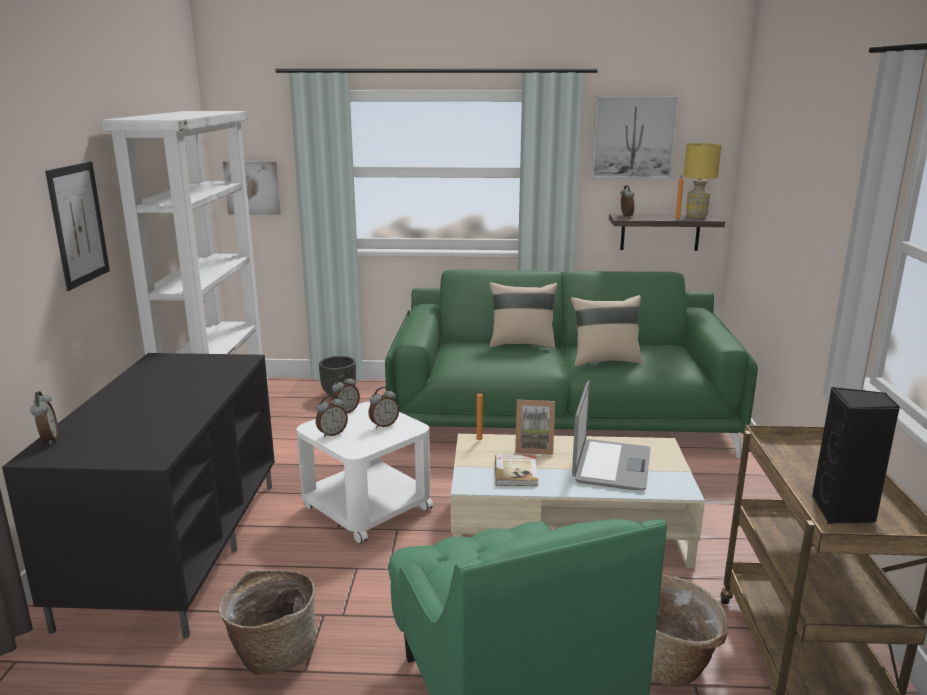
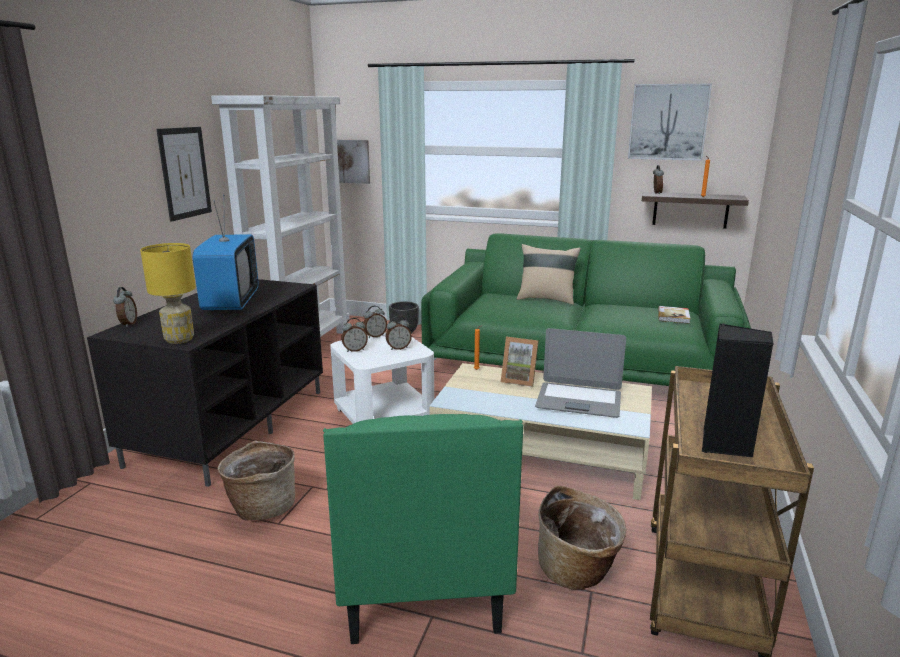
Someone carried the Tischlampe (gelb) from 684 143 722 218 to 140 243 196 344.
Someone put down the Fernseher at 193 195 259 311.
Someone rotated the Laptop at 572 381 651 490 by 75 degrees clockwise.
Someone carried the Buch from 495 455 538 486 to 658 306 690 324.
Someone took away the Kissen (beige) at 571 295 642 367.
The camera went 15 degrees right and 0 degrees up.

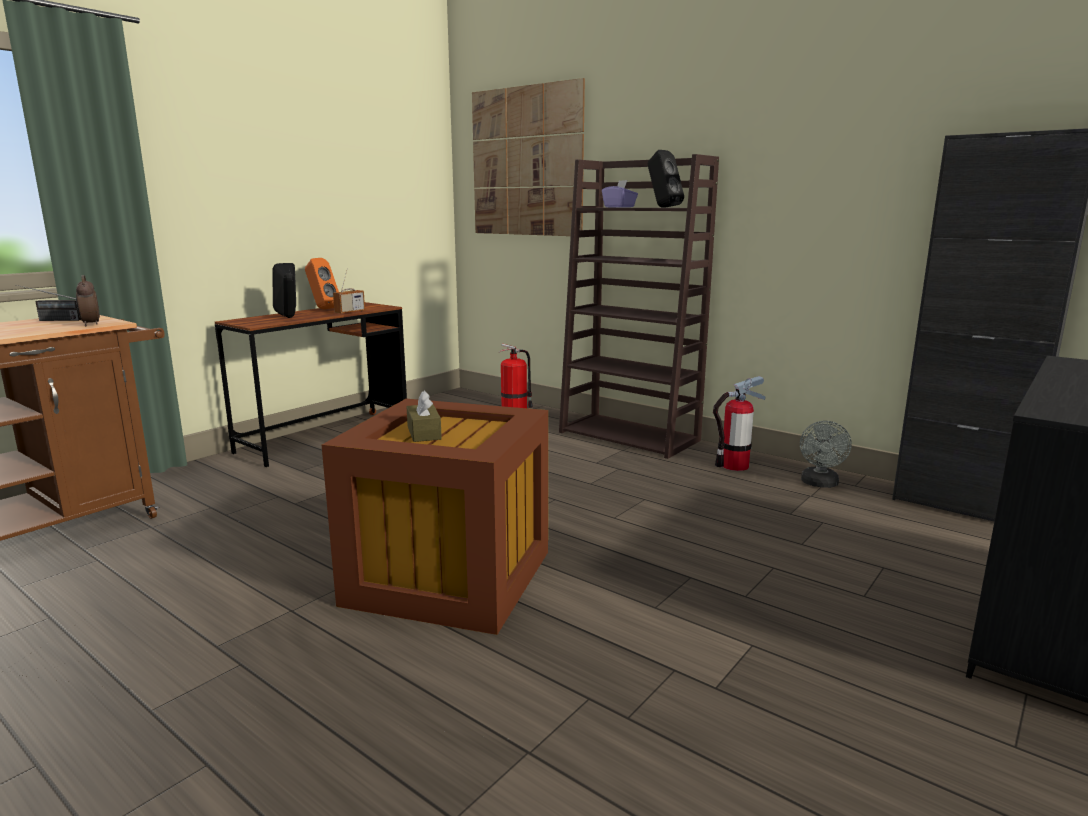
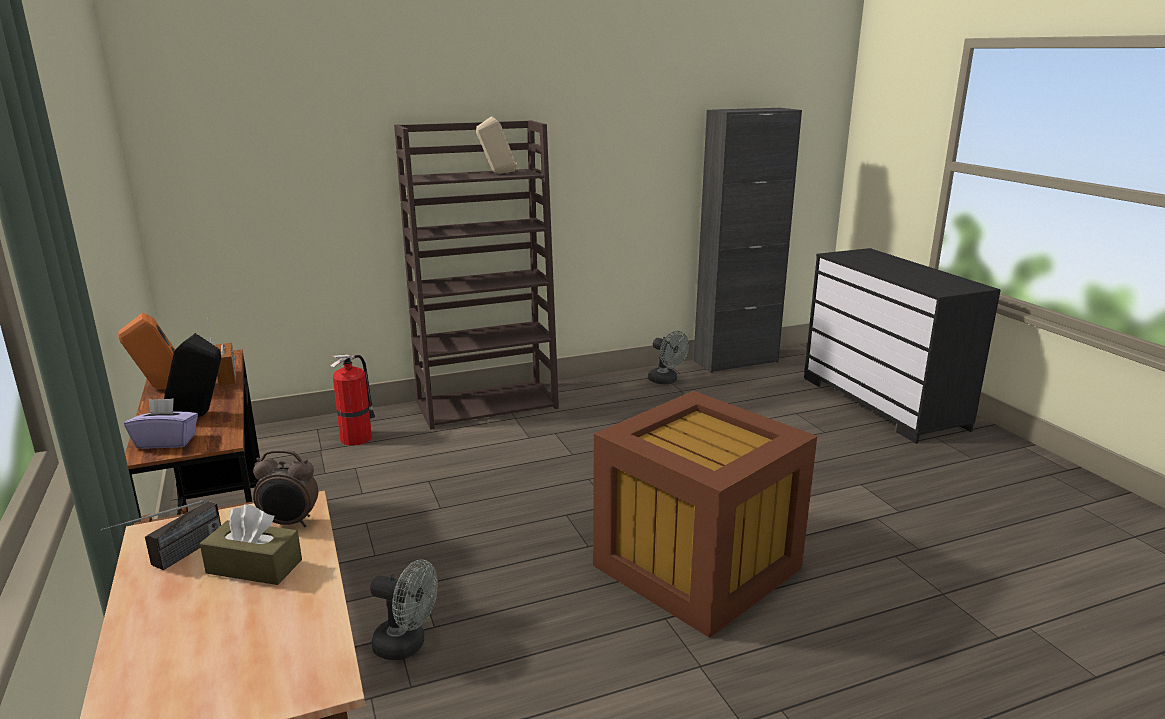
Someone carried the Taschentuchbox (lila) from 602 180 638 208 to 124 398 198 449.
Someone carried the Taschentuchbox (braun) from 406 390 442 442 to 200 504 302 585.
Someone put down the Ventilator (grau) at 370 560 438 660.
Someone repainted the Lautsprecher (schwarz) at 648 150 684 208, which became the Lautsprecher (beige) at 476 116 517 174.
Someone took away the Bild at 472 78 585 236.
Someone took away the Feuerlöscher at 713 376 765 471.
The camera went 60 degrees left and 5 degrees up.

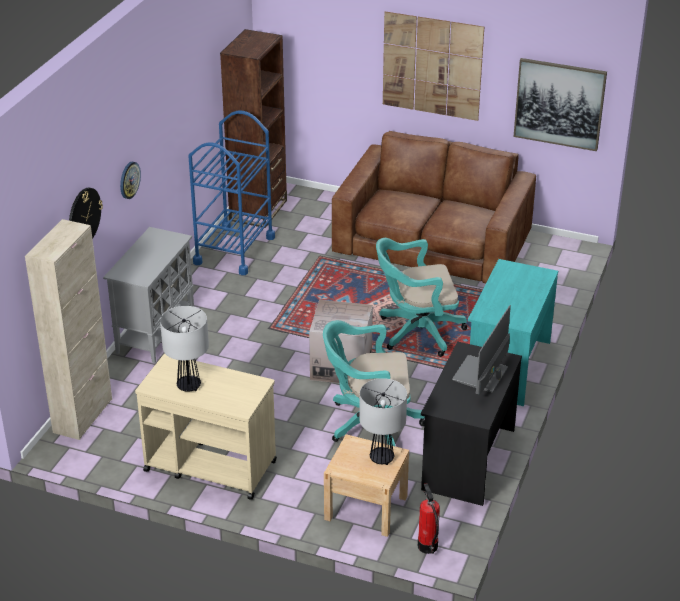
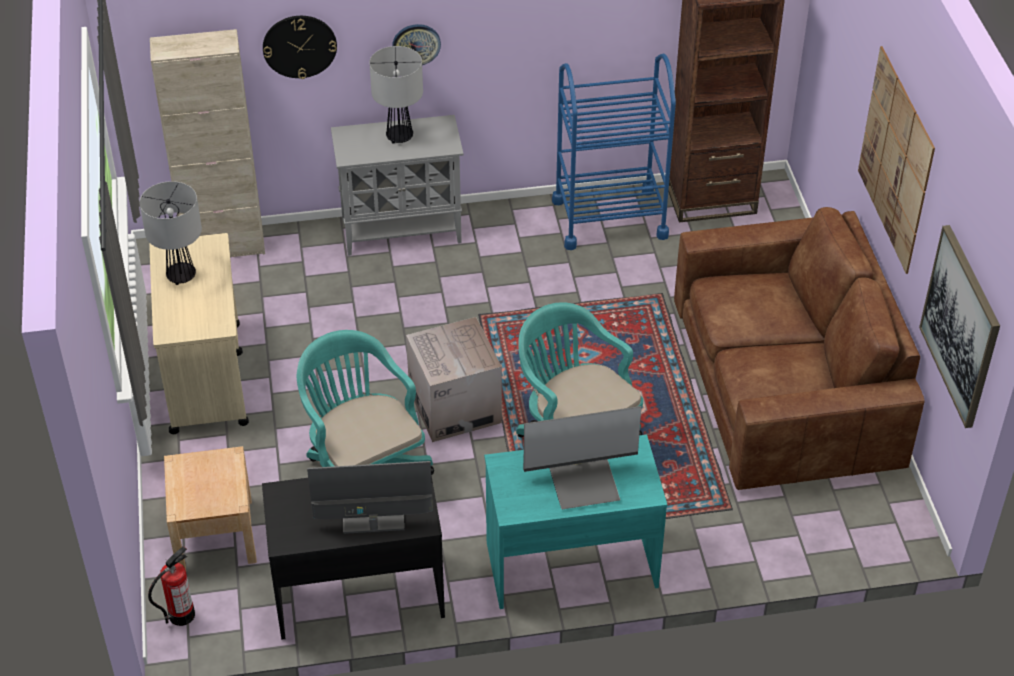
Someone carried the Tischlampe from 359 378 407 465 to 369 46 423 144.
Someone put down the Monitor at 523 406 642 509.
The camera went 60 degrees right and 10 degrees up.

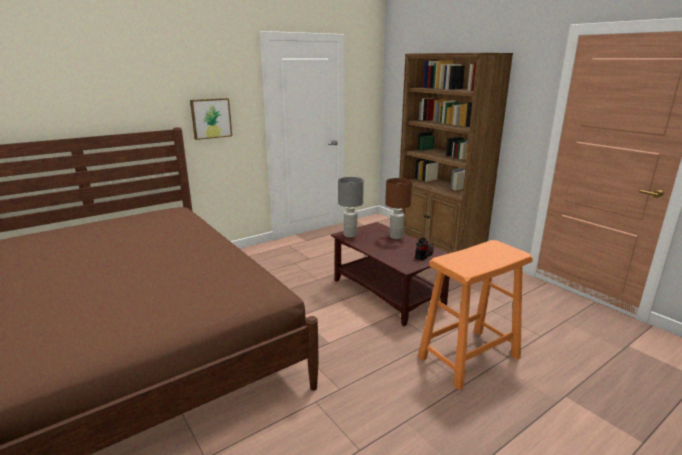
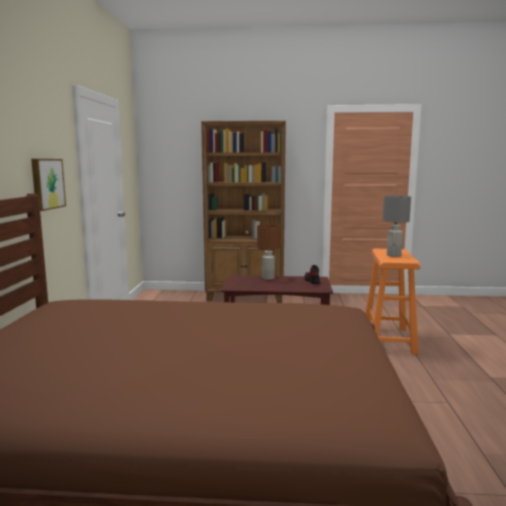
Someone carried the Tischlampe (grau) from 338 177 364 237 to 383 196 411 257.
The camera went 50 degrees left and 10 degrees down.

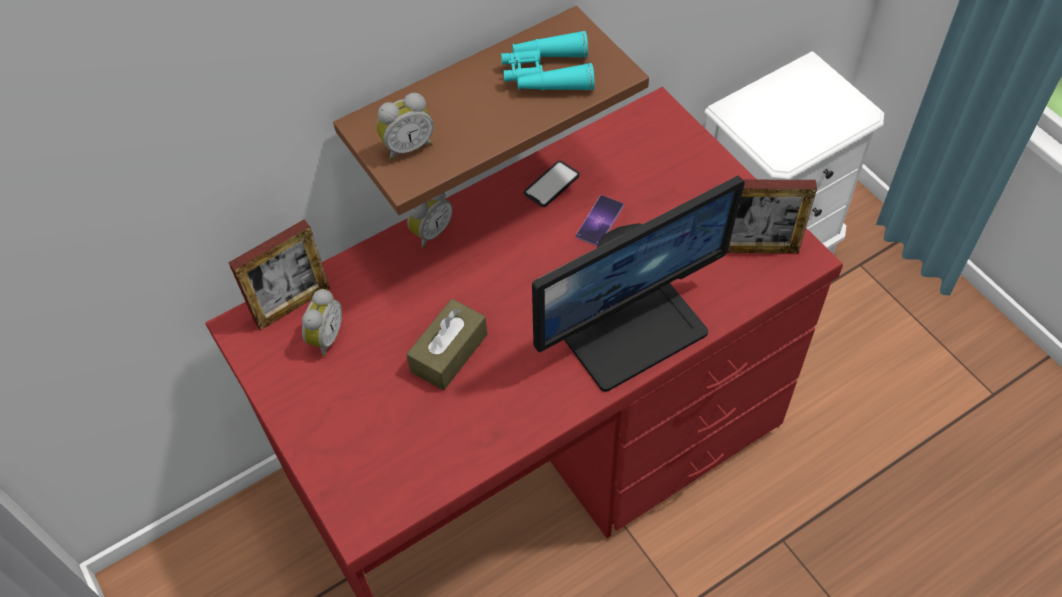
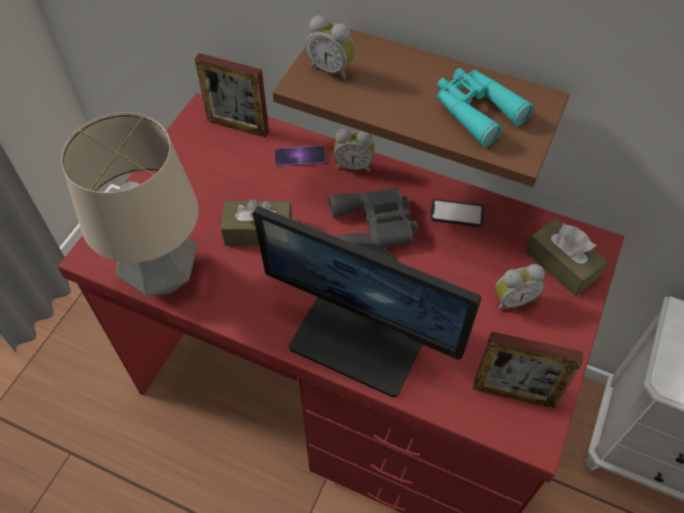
Someone put down the Tischlampe at 61 112 199 296.
Someone carried the Handy from 576 195 624 246 to 275 146 325 167.
Someone put down the Fernglas (grau) at 328 188 418 248.
Someone rotated the Bilderrahmen at 727 180 817 253 by 45 degrees counterclockwise.
Someone carried the Wecker from 302 289 342 356 to 495 264 545 310.
Someone put down the Taschentuchbox (braun) at 526 218 608 296.
The camera went 55 degrees right and 0 degrees up.

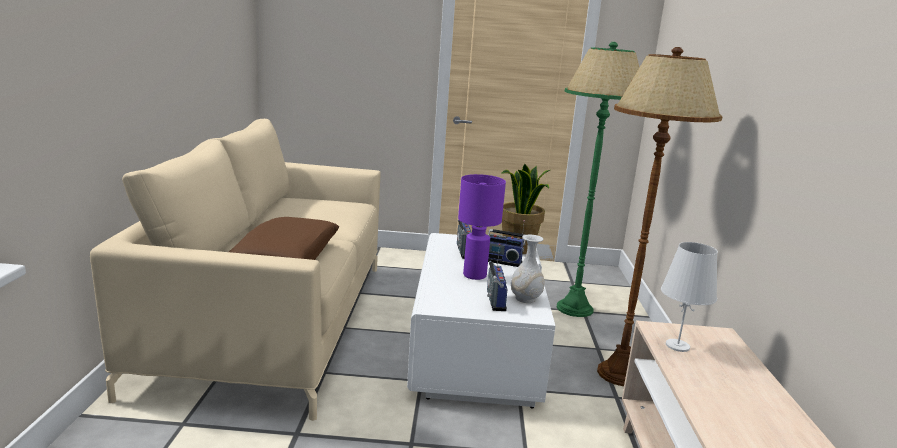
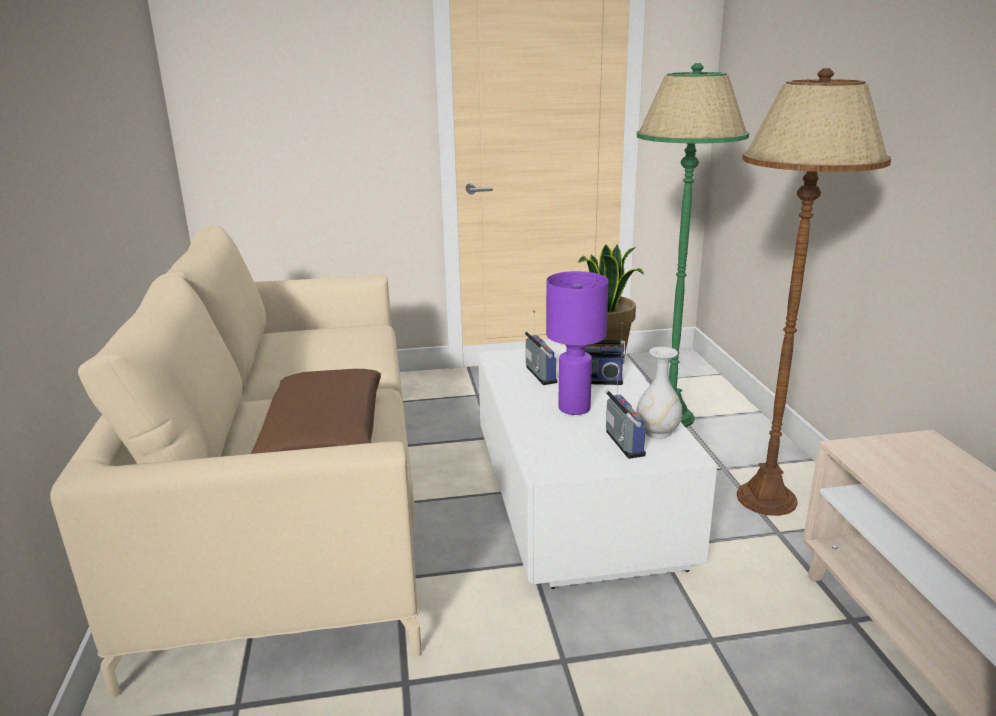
Someone took away the Tischlampe (weiß) at 661 242 718 352.
The camera went 10 degrees left and 5 degrees up.

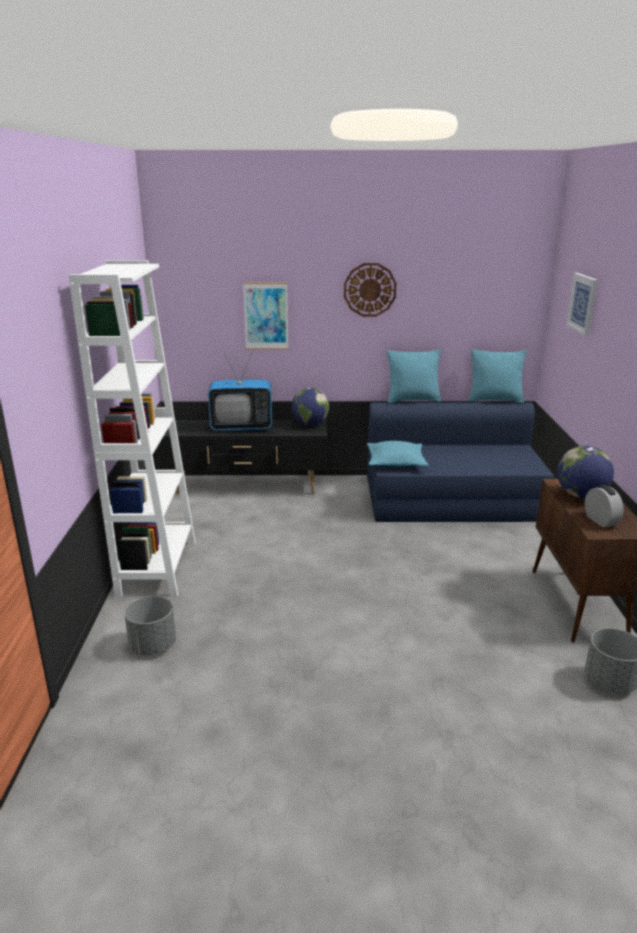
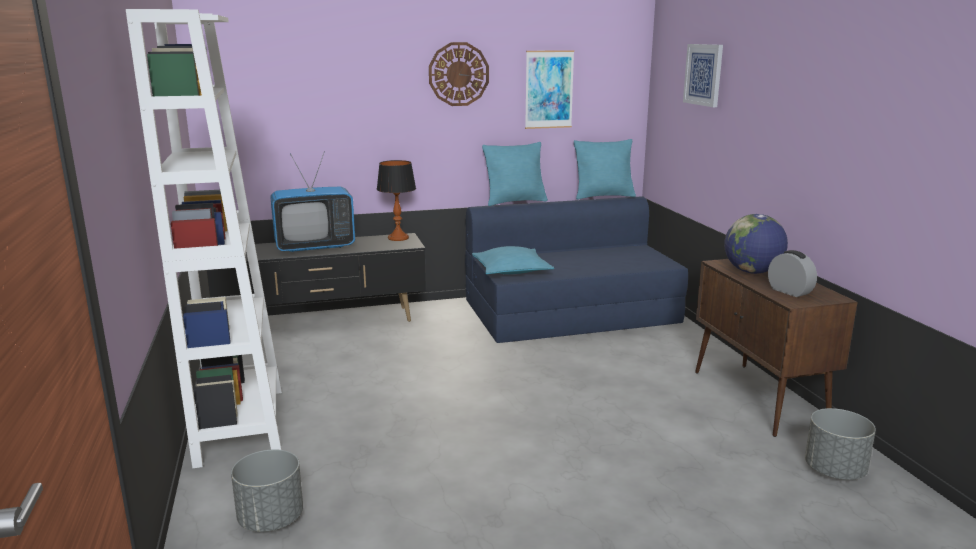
Someone swapped the Globus at 292 388 329 426 for the Tischlampe at 377 160 416 241.
Someone carried the Bild from 243 283 288 349 to 525 50 574 129.
The camera went 15 degrees left and 5 degrees down.

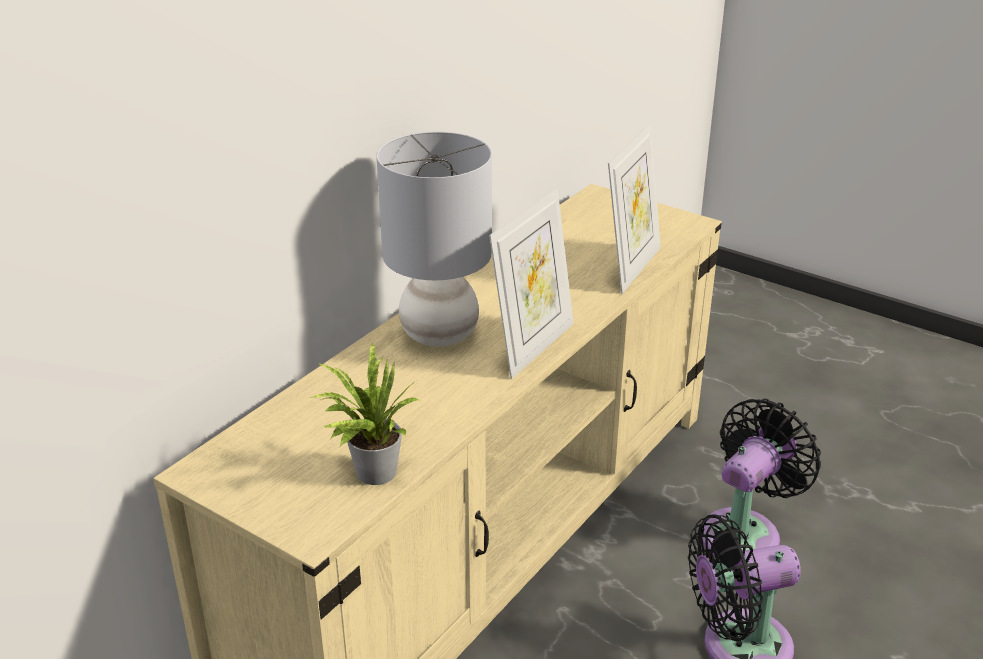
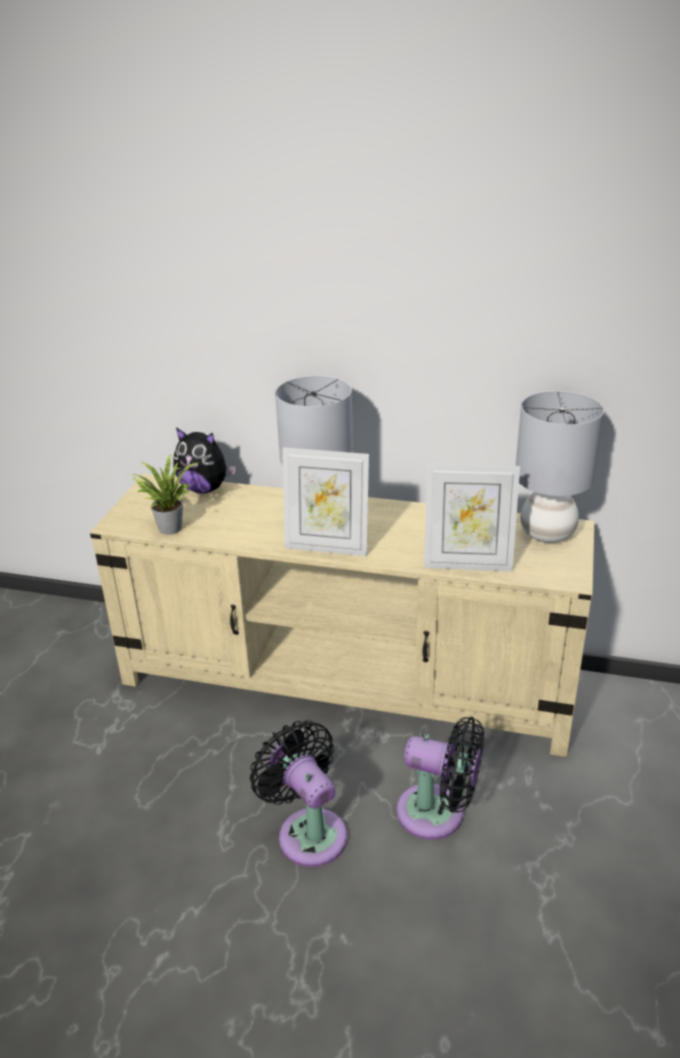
Someone put down the Plüschtier at 173 427 236 494.
Someone put down the Tischlampe (grau) at 516 391 604 543.
The camera went 70 degrees right and 0 degrees up.

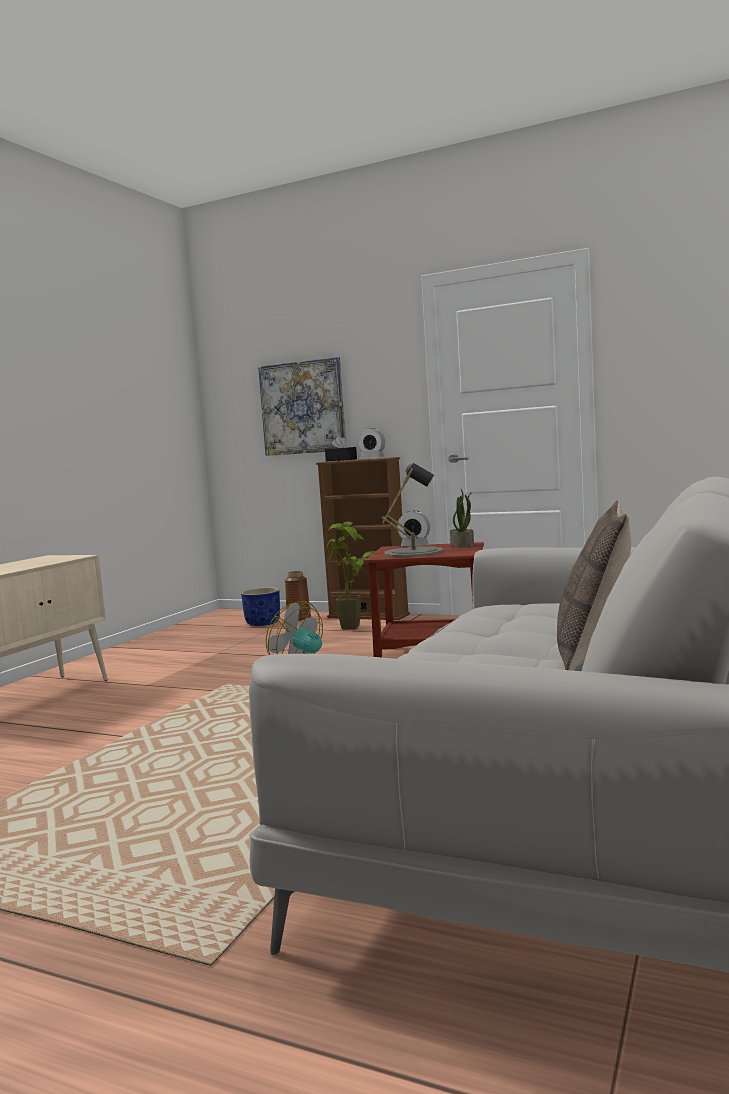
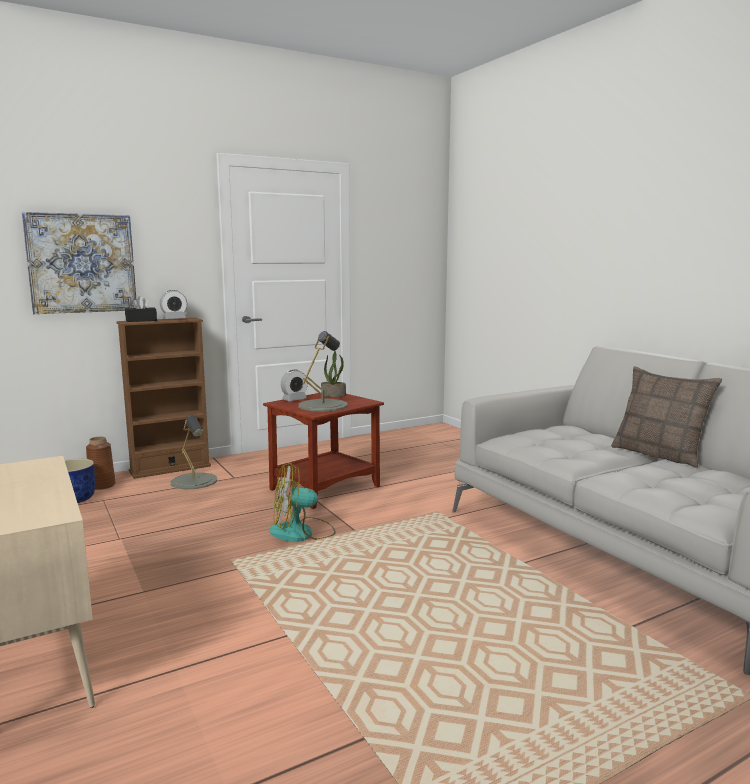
Someone swapped the Topfpflanze at 327 521 375 630 for the Tischlampe (grau) at 170 415 217 489.
The camera went 55 degrees left and 5 degrees up.

